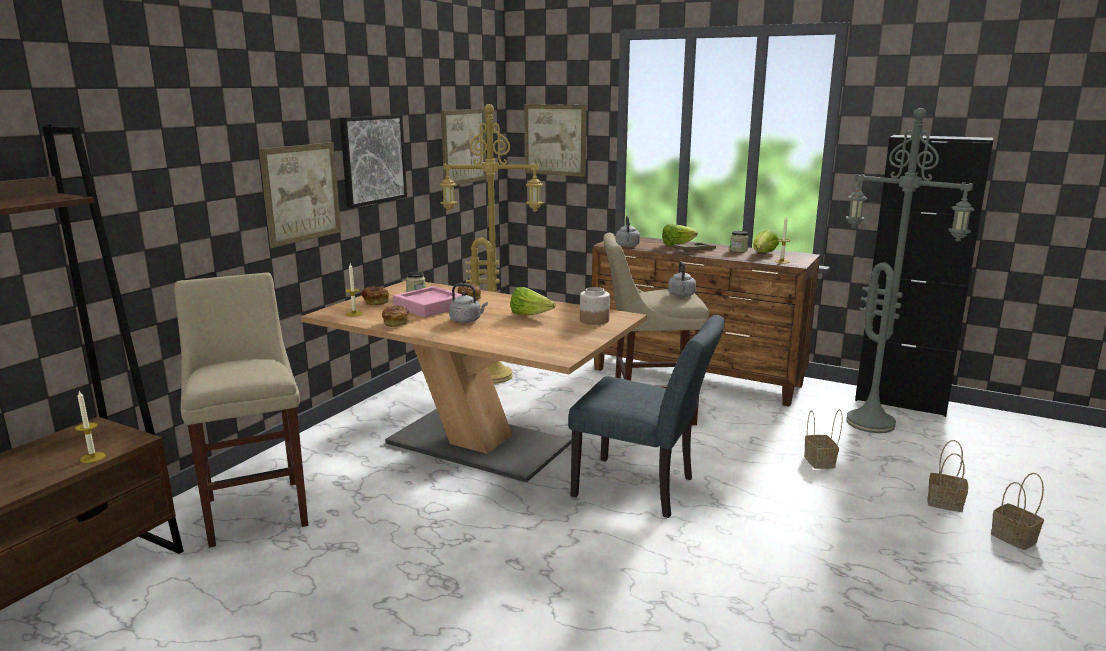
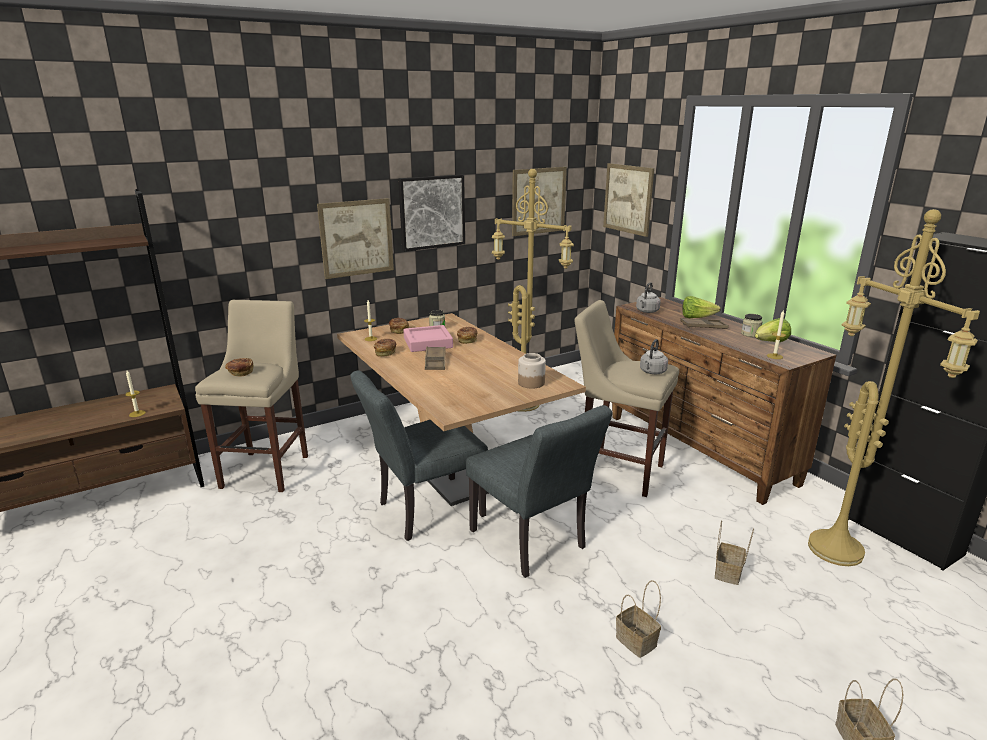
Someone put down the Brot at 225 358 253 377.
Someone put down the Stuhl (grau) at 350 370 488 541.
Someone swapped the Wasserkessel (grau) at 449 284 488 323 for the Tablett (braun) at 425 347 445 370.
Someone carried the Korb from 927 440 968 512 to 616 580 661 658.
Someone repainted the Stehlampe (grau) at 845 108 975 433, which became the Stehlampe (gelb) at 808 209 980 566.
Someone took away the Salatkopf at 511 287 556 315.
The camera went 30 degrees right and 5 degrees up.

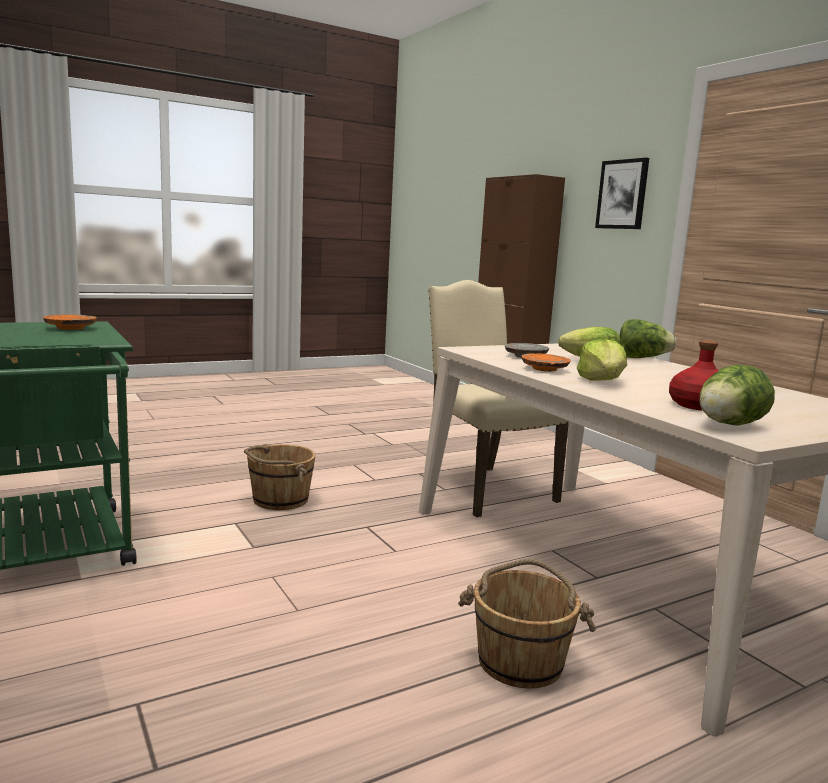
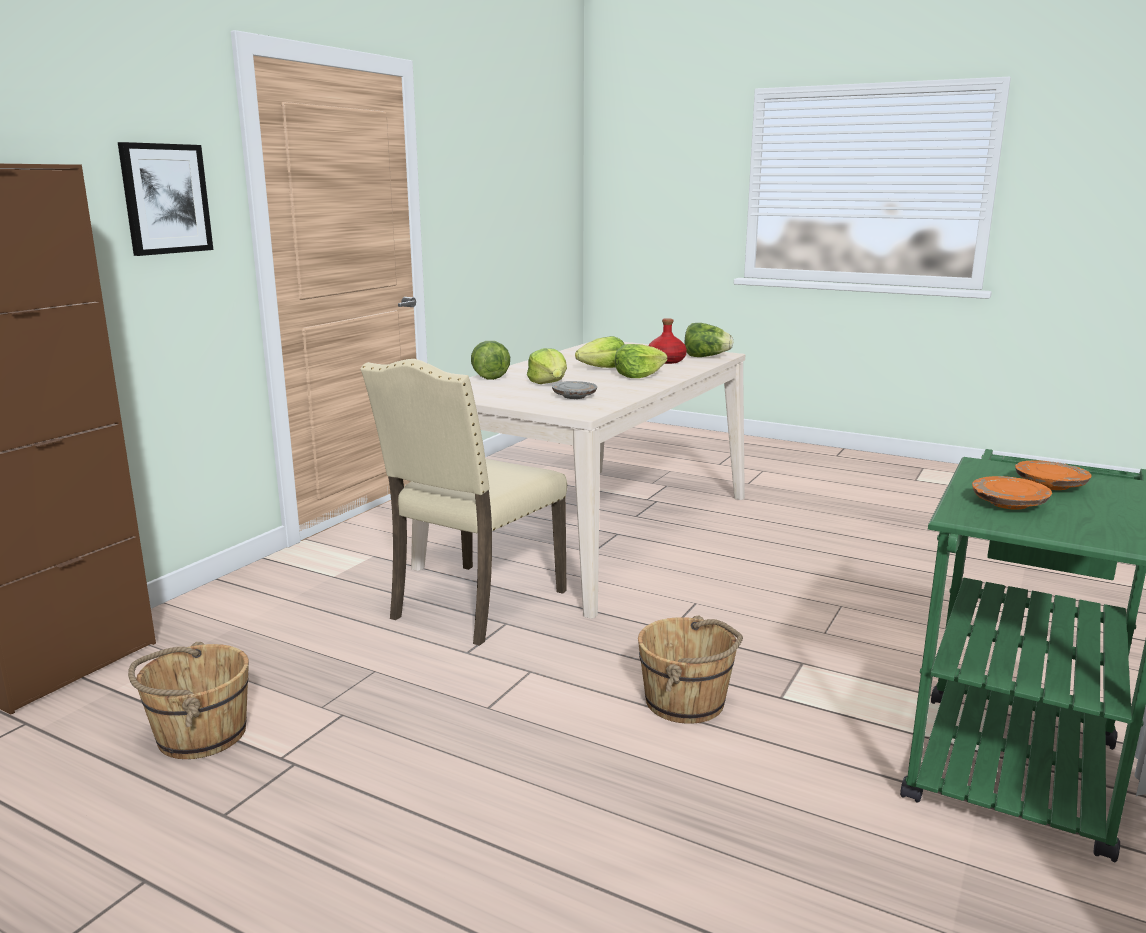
Someone carried the Eimer (braun) from 458 559 596 689 to 128 642 249 759.
Someone put down the Salatkopf at 575 336 625 368.
Someone carried the Teller (orange) from 522 353 571 372 to 1015 461 1091 490.
The camera went 120 degrees left and 5 degrees up.

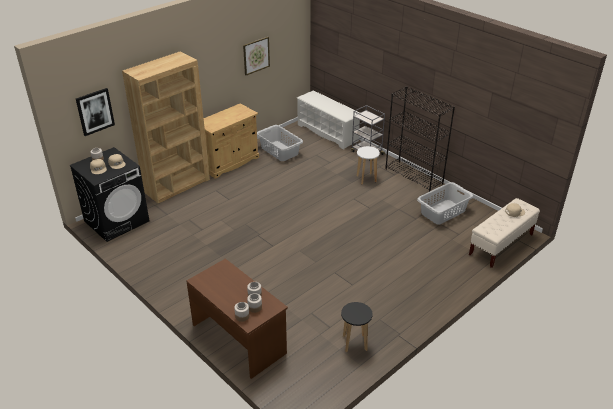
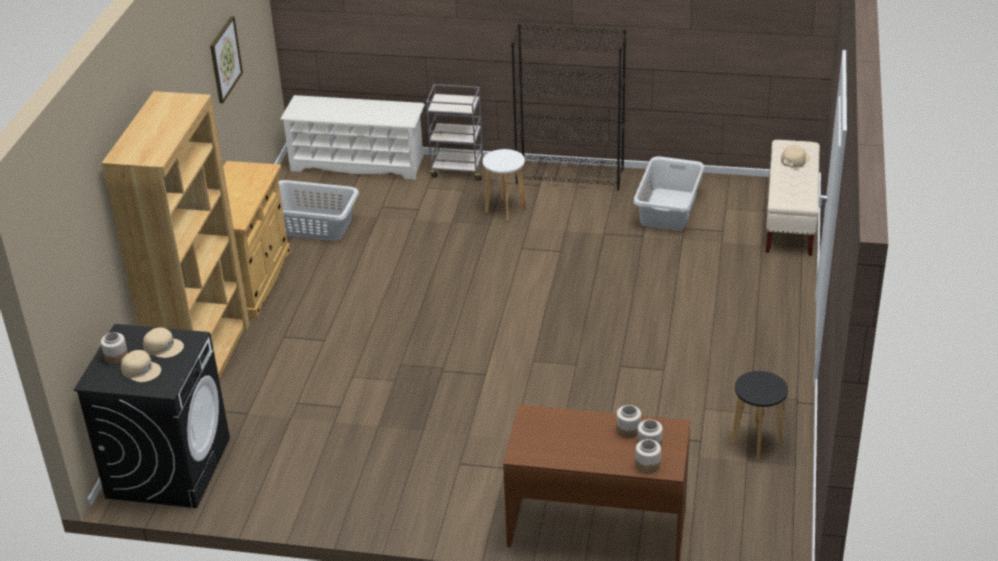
Someone took away the Bild at 76 88 115 136.
The camera went 35 degrees left and 0 degrees up.

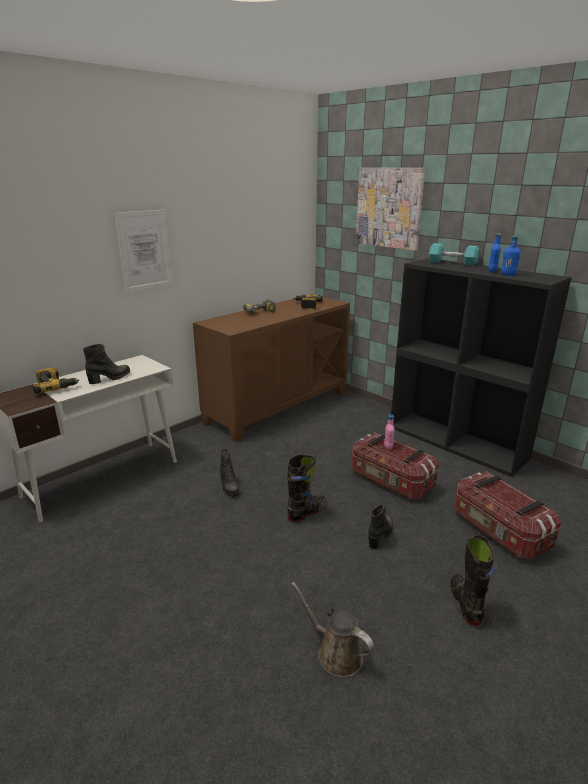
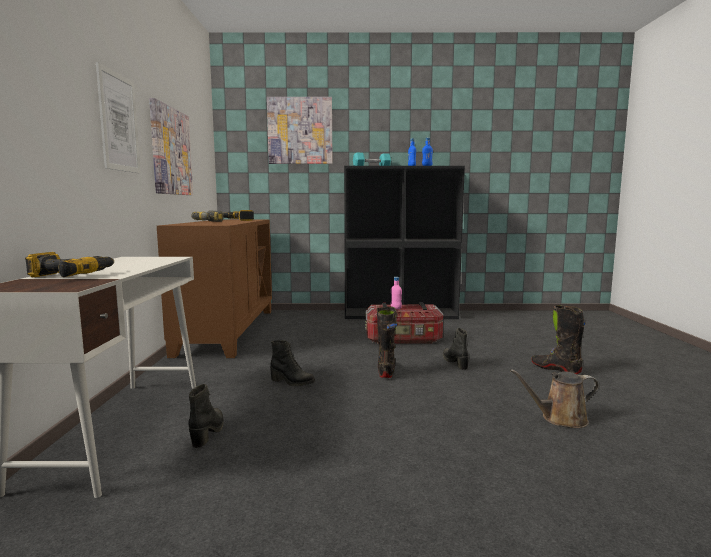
Someone put up the Bild at 149 98 193 195.
Someone carried the Stiefel (schwarz) from 83 344 130 384 to 188 384 224 448.
Someone took away the Aufbewahrungsbox at 454 471 561 559.
The camera went 45 degrees left and 15 degrees down.

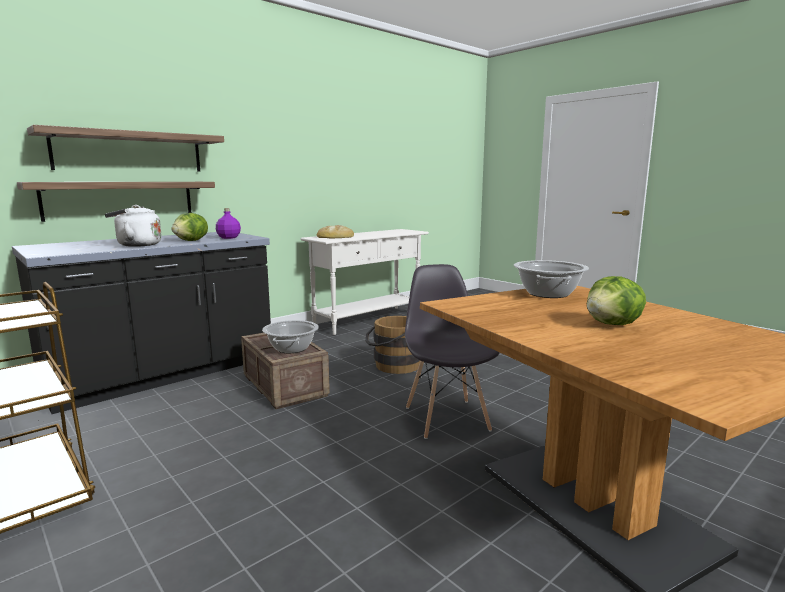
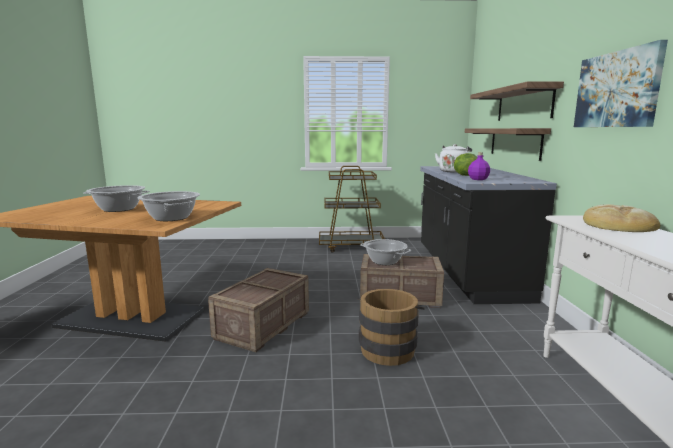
Someone swapped the Salatkopf at 587 276 646 325 for the Kochtopf at 83 185 150 212.
Someone swapped the Stuhl (grau) at 405 264 499 439 for the Kiste at 208 268 309 352.
Someone put up the Bild at 574 40 668 127.
The camera went 130 degrees right and 0 degrees up.

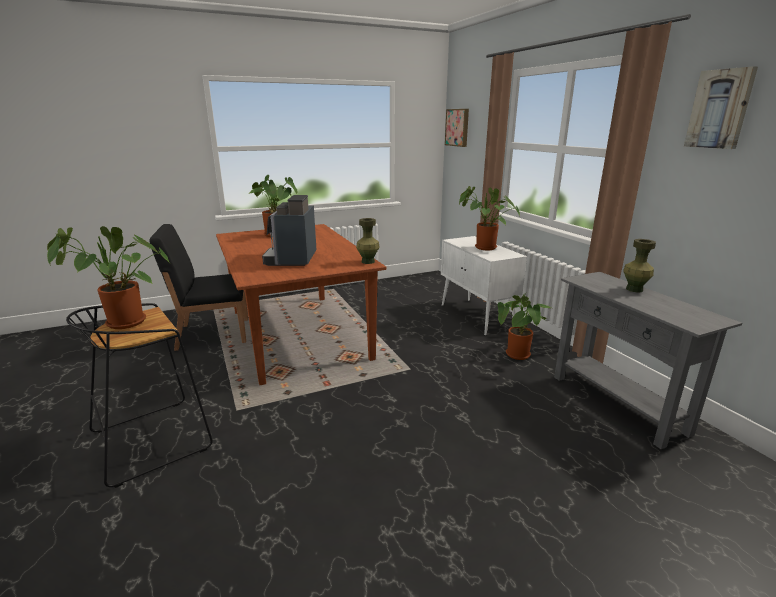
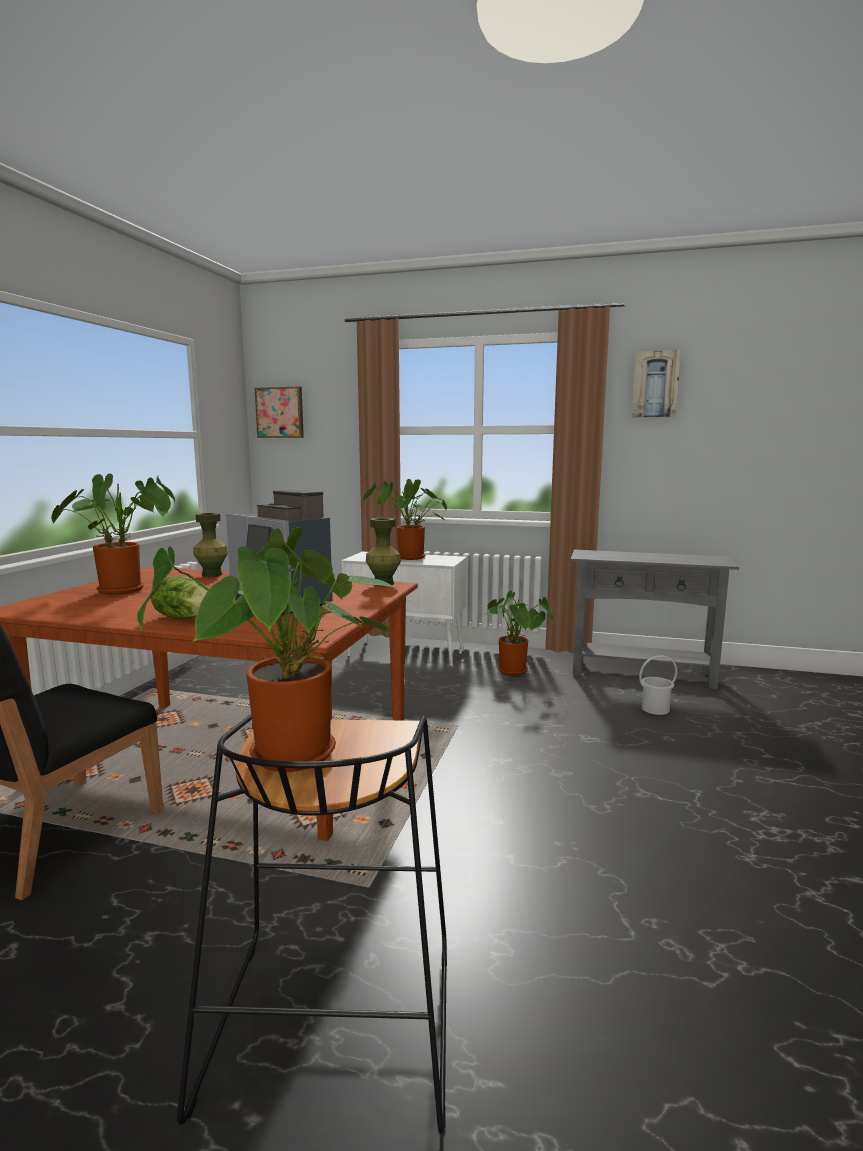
Someone put down the Salatkopf at 151 577 207 619.
Someone carried the Vase (grün) from 623 239 656 292 to 193 513 228 577.
Someone put down the Eimer (weiß) at 639 655 677 715.
The camera went 50 degrees left and 10 degrees down.

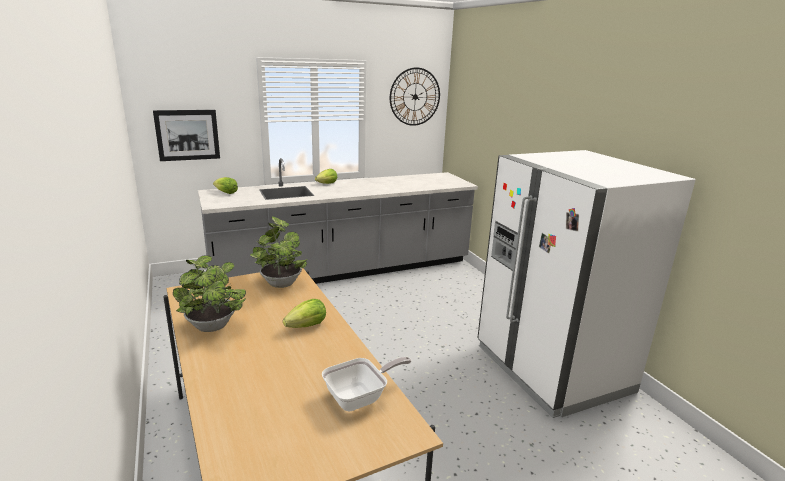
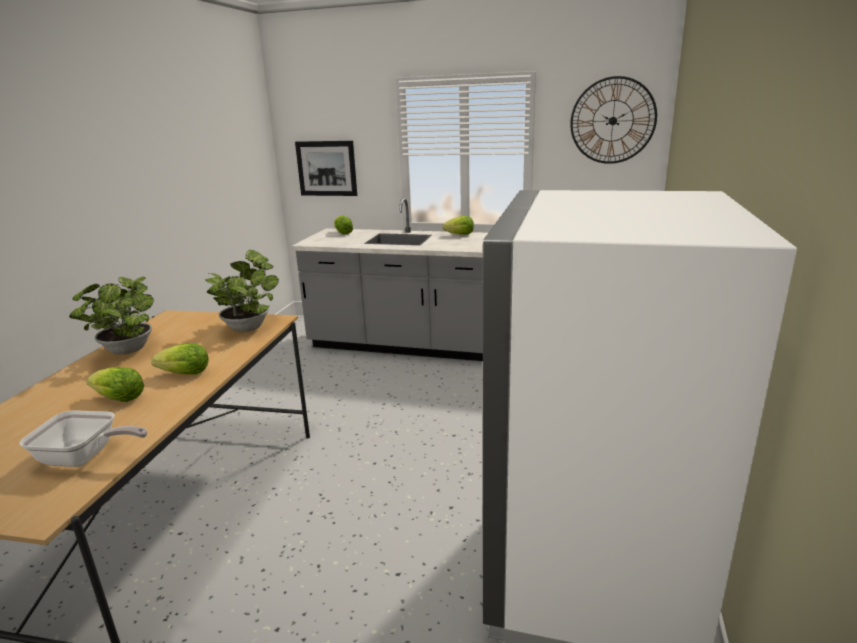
Someone put down the Salatkopf at 86 367 144 402.
The camera went 40 degrees right and 0 degrees up.

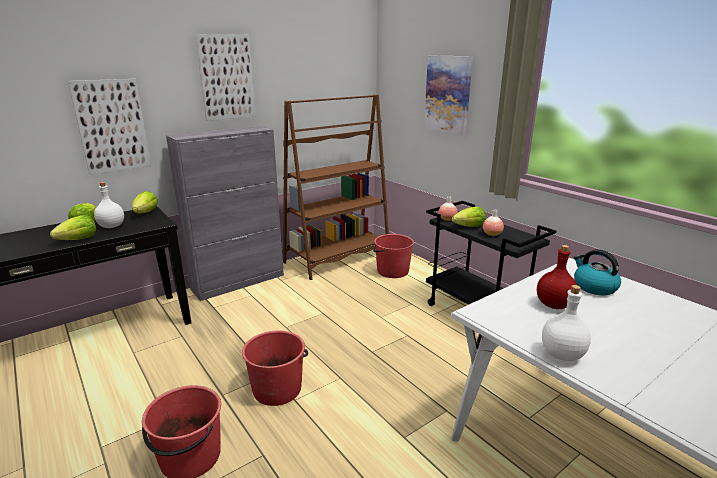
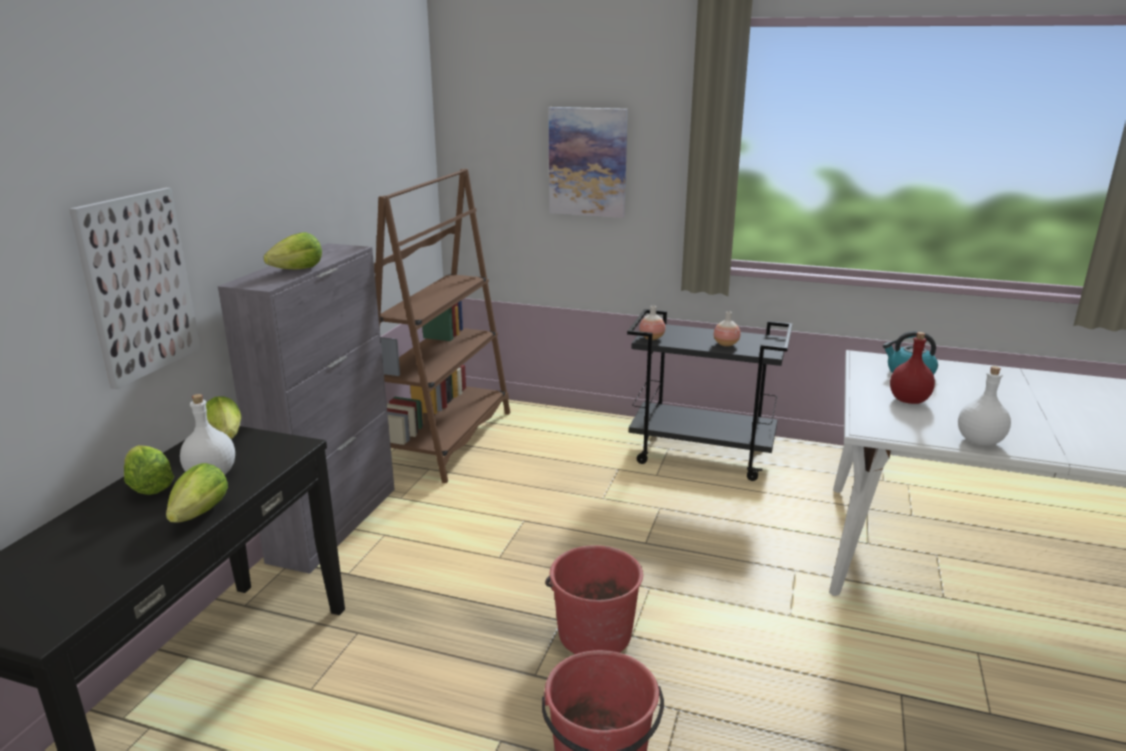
Someone carried the Salatkopf from 452 206 486 227 to 264 232 322 270.
Someone took away the Bild at 195 34 256 121.
Someone took away the Eimer (rot) at 373 234 414 278.
The camera went 35 degrees left and 0 degrees up.

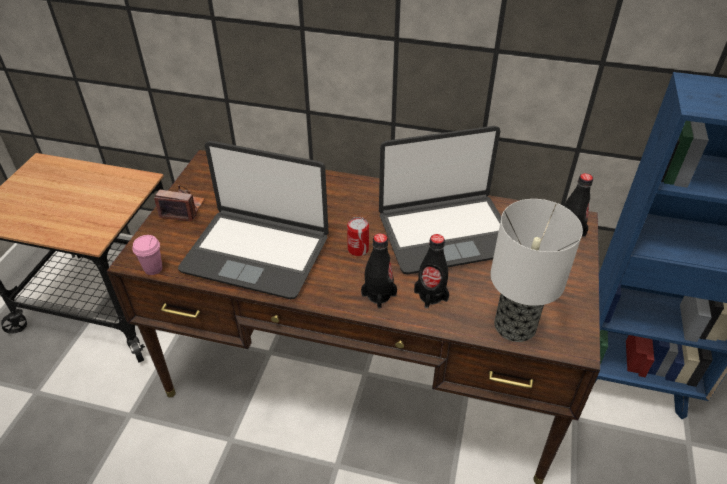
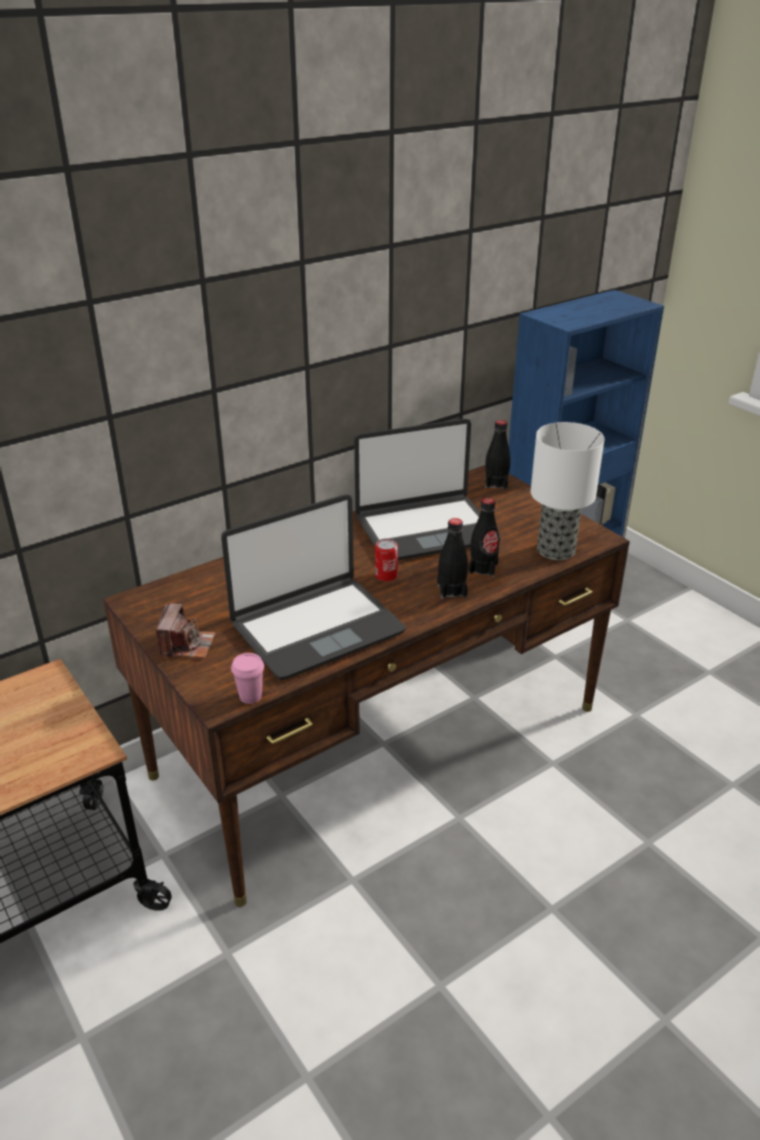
Someone rotated the Kamera at 154 185 205 222 by 135 degrees clockwise.
Someone rotated the Laptop at 379 126 501 274 by 45 degrees clockwise.
The camera went 50 degrees left and 10 degrees down.

